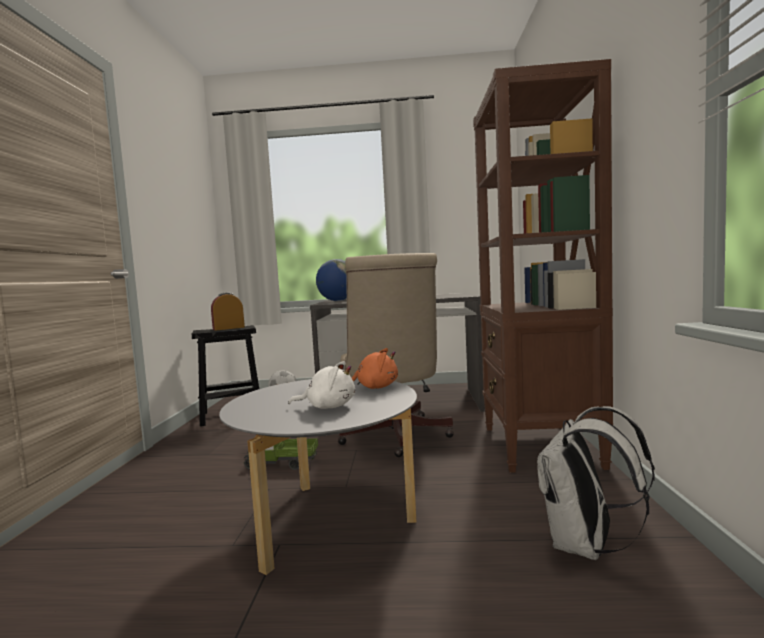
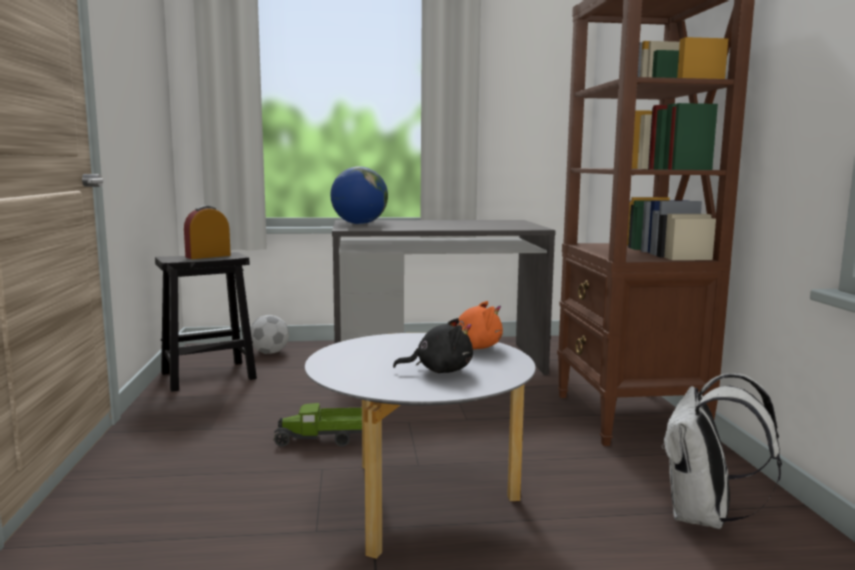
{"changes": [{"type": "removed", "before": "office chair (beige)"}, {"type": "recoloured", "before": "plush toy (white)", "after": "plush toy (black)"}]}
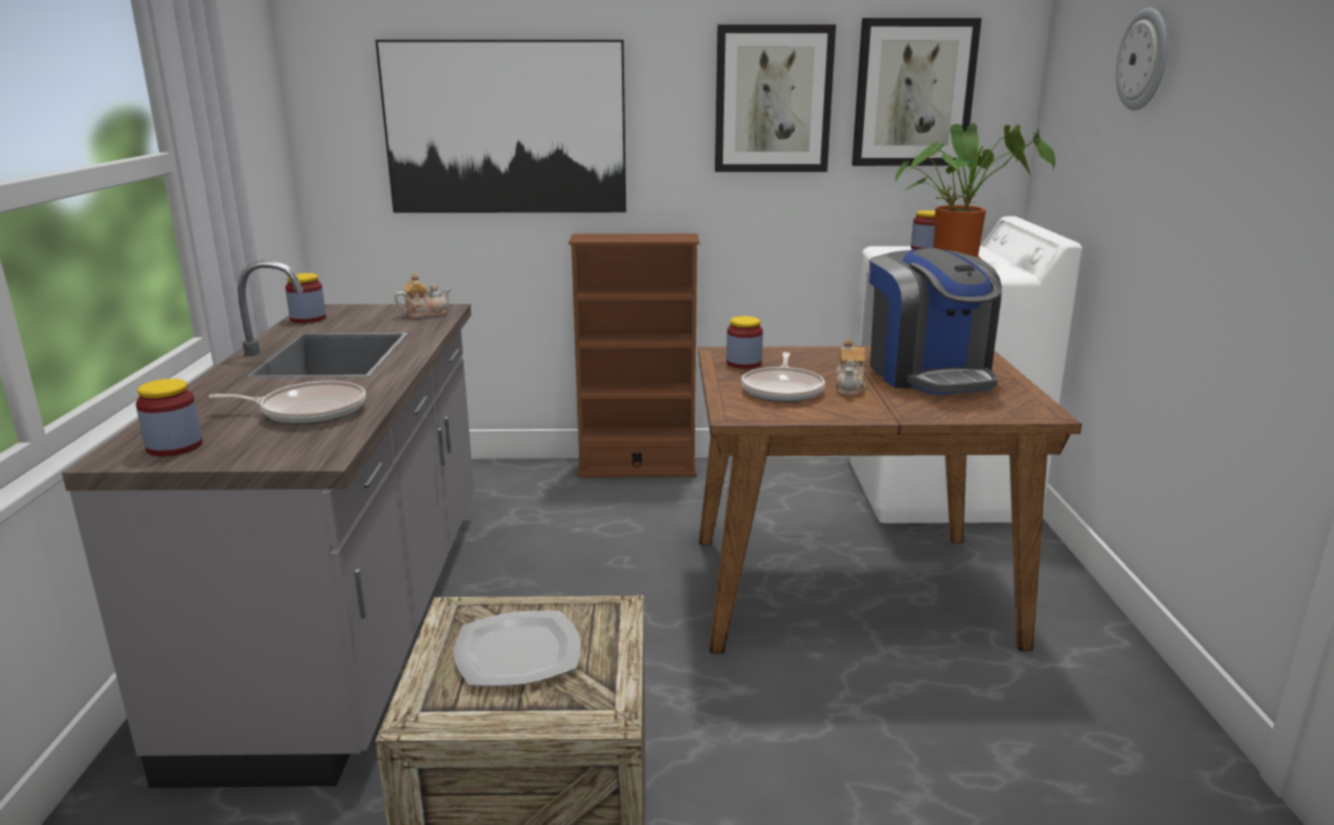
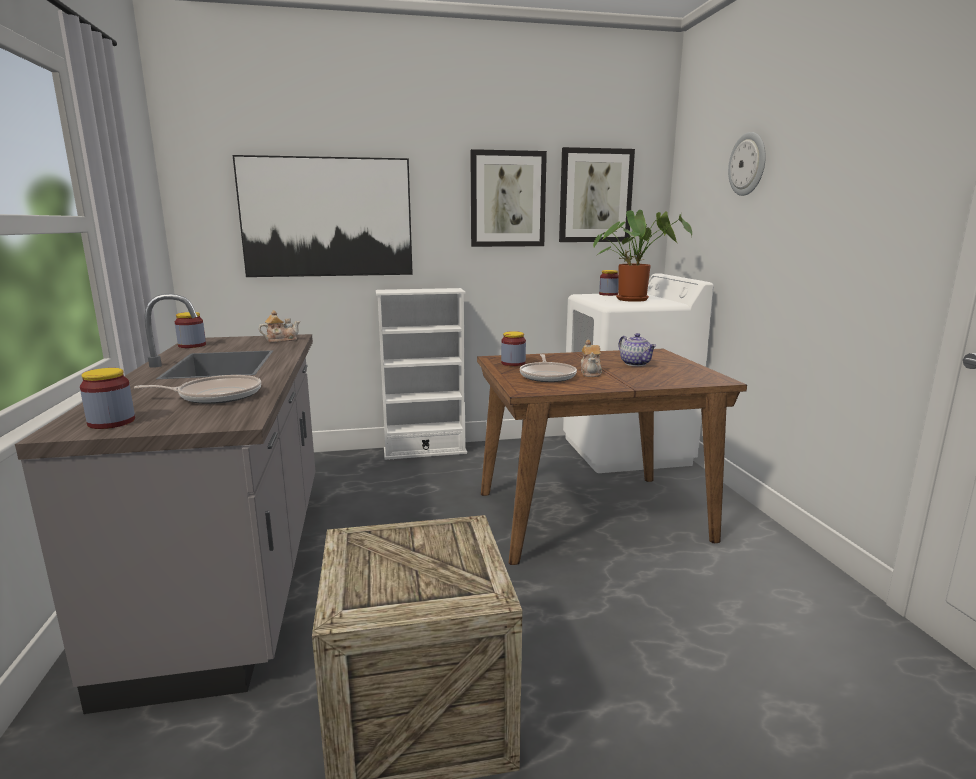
{"changes": [{"type": "removed", "before": "plate"}, {"type": "replaced", "before": "coffee machine", "after": "teapot (3rd from left)"}, {"type": "recoloured", "before": "bookcase (brown)", "after": "bookcase (white)"}]}
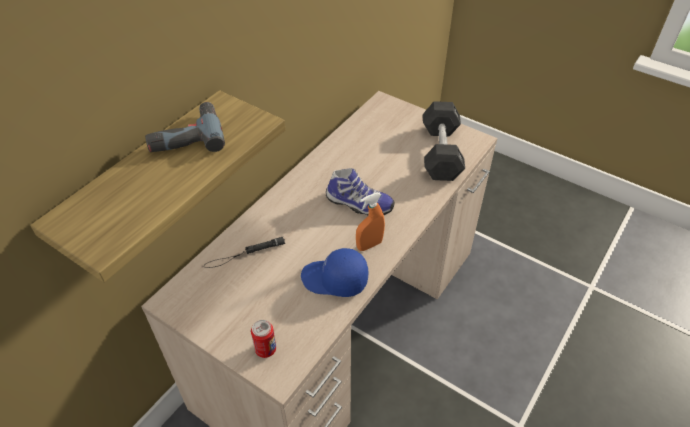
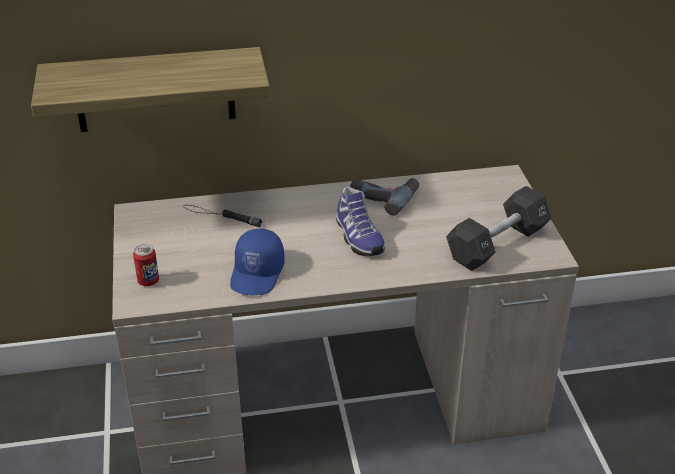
{"changes": [{"type": "removed", "before": "spray bottle (orange)"}, {"type": "moved", "before": "power drill"}, {"type": "turned", "before": "cap (blue)", "turn": -135}]}
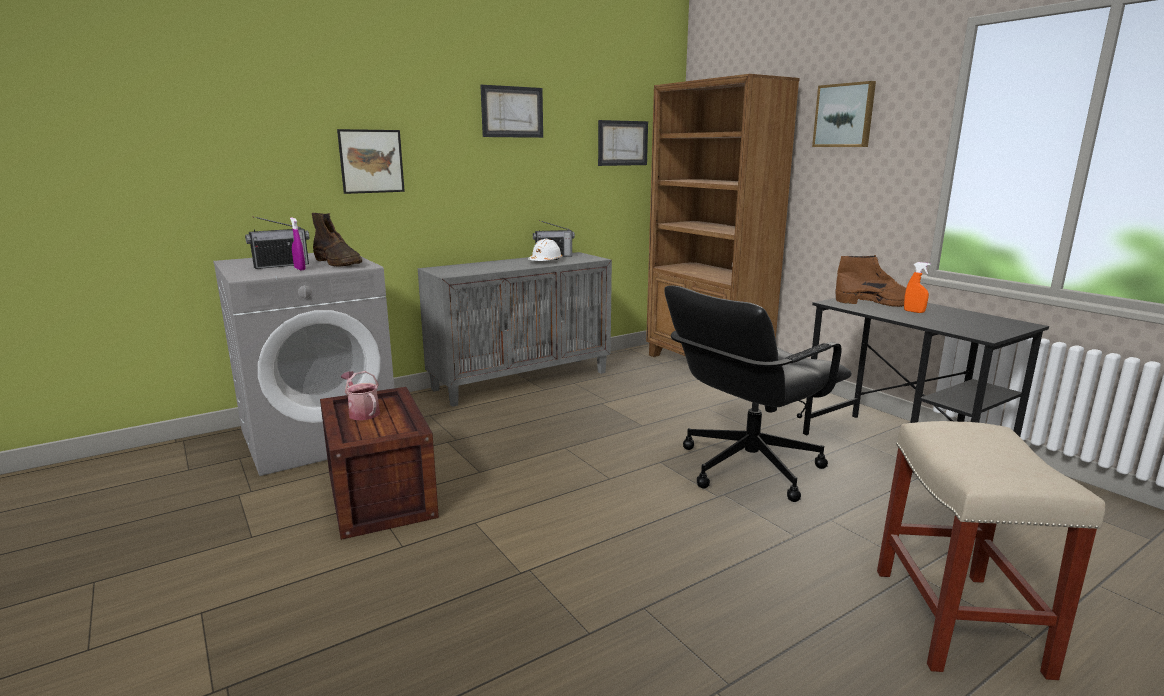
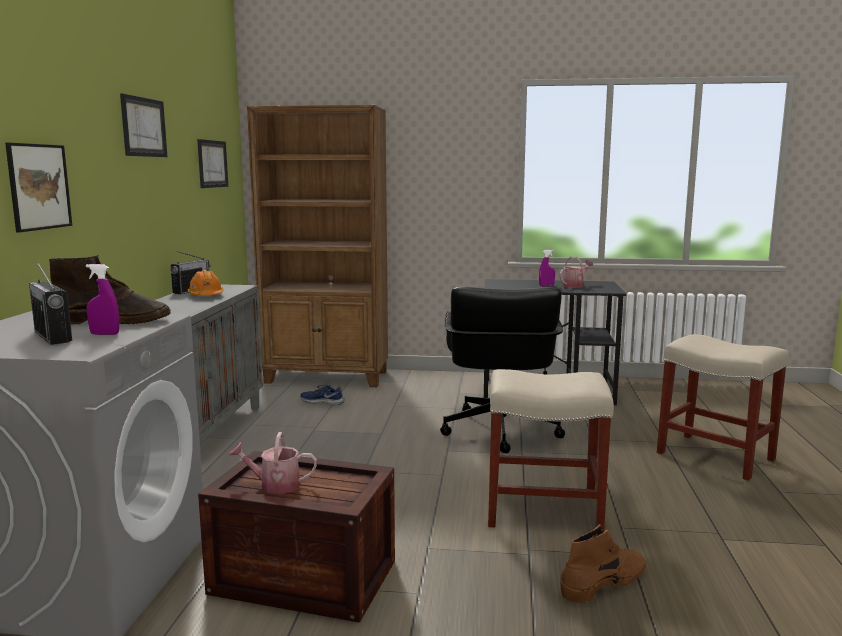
{"changes": [{"type": "removed", "before": "picture (4th from left)"}, {"type": "added", "after": "shoe (blue)"}, {"type": "added", "after": "stool (beige) (1st from left)"}, {"type": "added", "after": "watering can (2nd from left)"}, {"type": "moved", "before": "boot (brown) (2nd from left)"}, {"type": "recoloured", "before": "hard hat (white)", "after": "hard hat (orange)"}, {"type": "recoloured", "before": "spray bottle (orange)", "after": "spray bottle (purple) (2nd from left)"}, {"type": "turned", "before": "radio (1st from left)", "turn": 135}]}
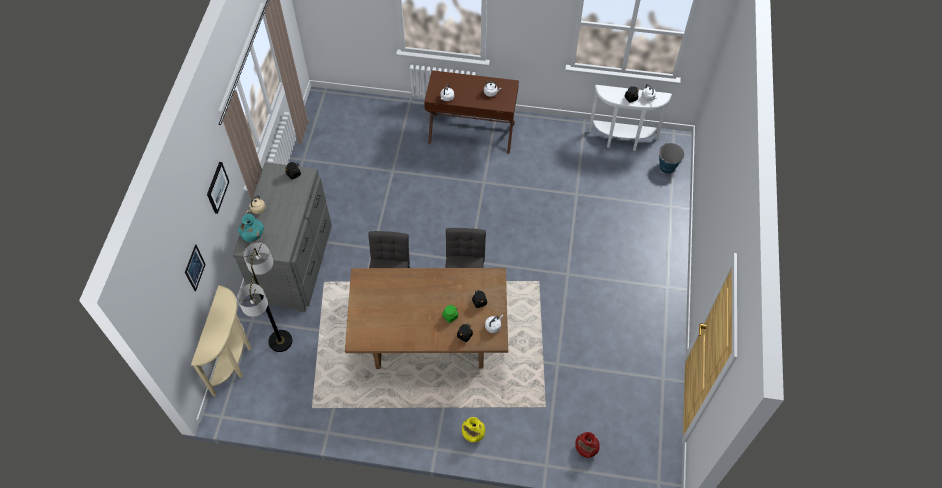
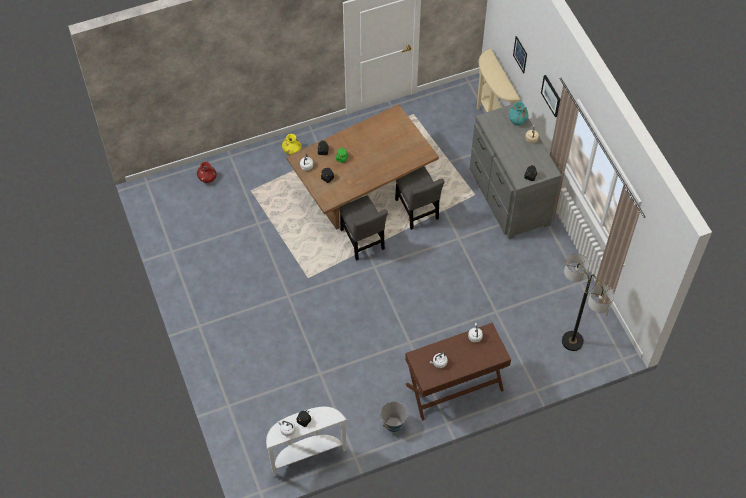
{"changes": [{"type": "moved", "before": "floor lamp"}, {"type": "moved", "before": "bucket"}]}
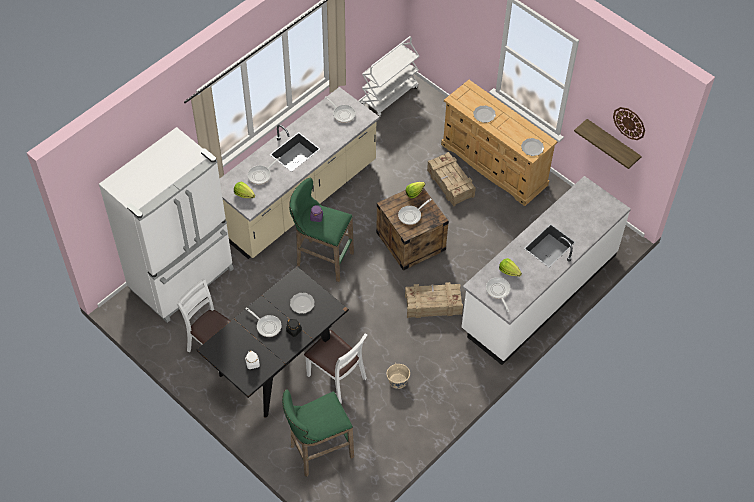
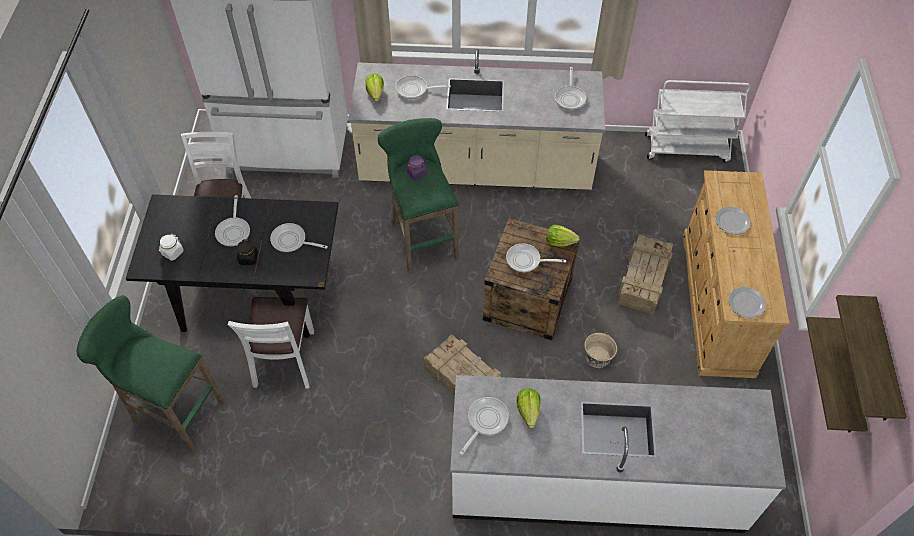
{"changes": [{"type": "moved", "before": "bucket (beige)"}, {"type": "replaced", "before": "plate (1st from left)", "after": "frying pan (2nd from left)"}, {"type": "replaced", "before": "wall clock", "after": "shelf (2nd from left)"}]}
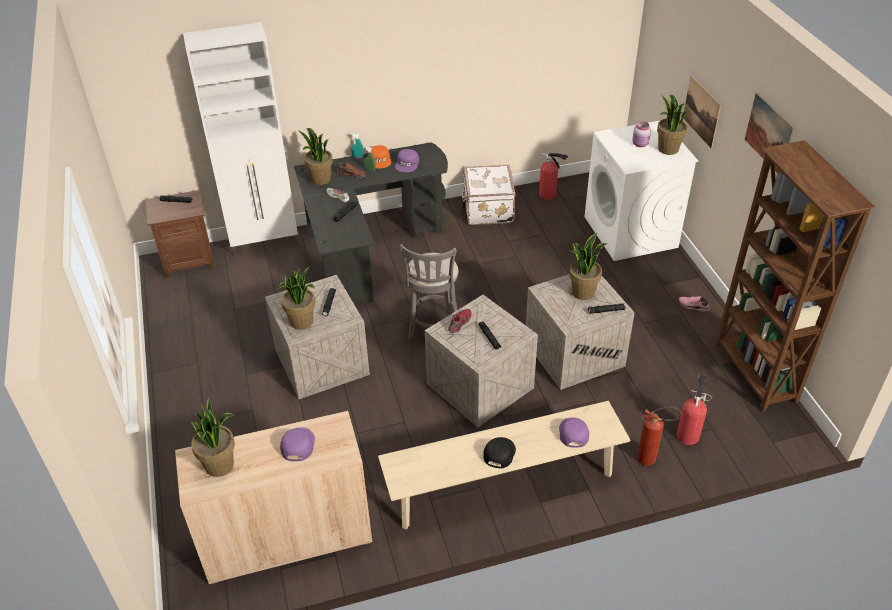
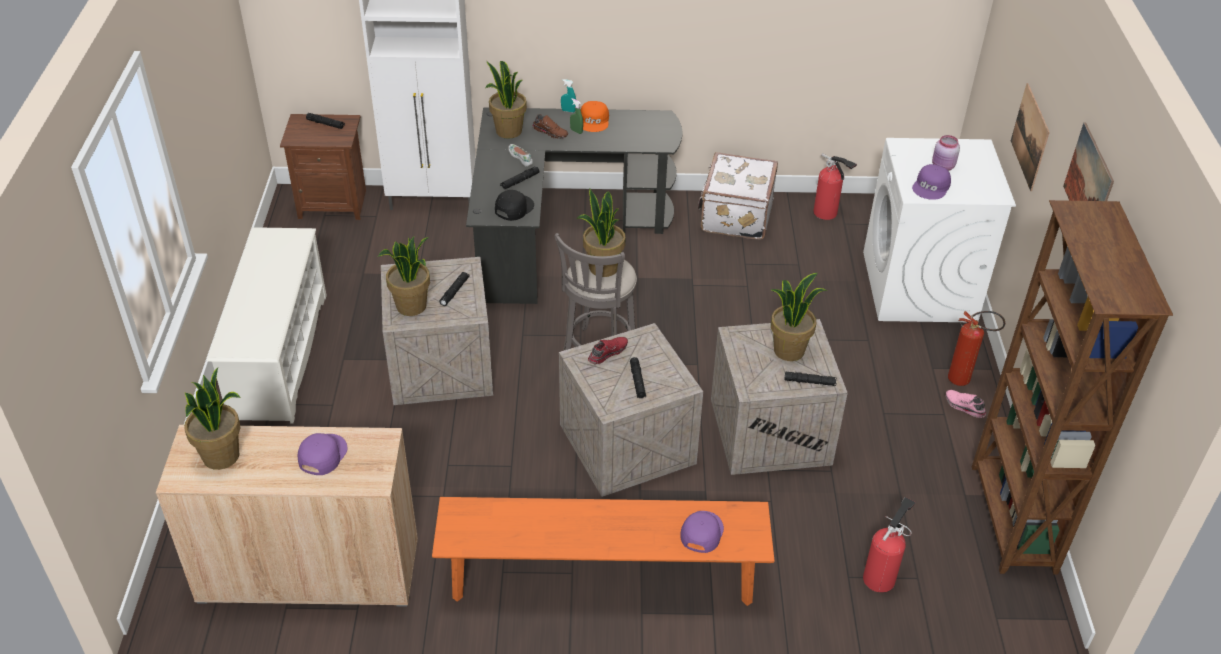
{"changes": [{"type": "added", "after": "shoe rack (white)"}, {"type": "moved", "before": "cap (purple) (2nd from left in the first image)", "after": "cap (purple) (3rd from left)"}, {"type": "moved", "before": "cap (black)"}, {"type": "moved", "before": "fire extinguisher (2nd from left in the first image)", "after": "fire extinguisher (3rd from left)"}, {"type": "moved", "before": "potted plant (5th from left in the first image)", "after": "potted plant (4th from left)"}, {"type": "recoloured", "before": "bench (beige)", "after": "bench (orange)"}]}
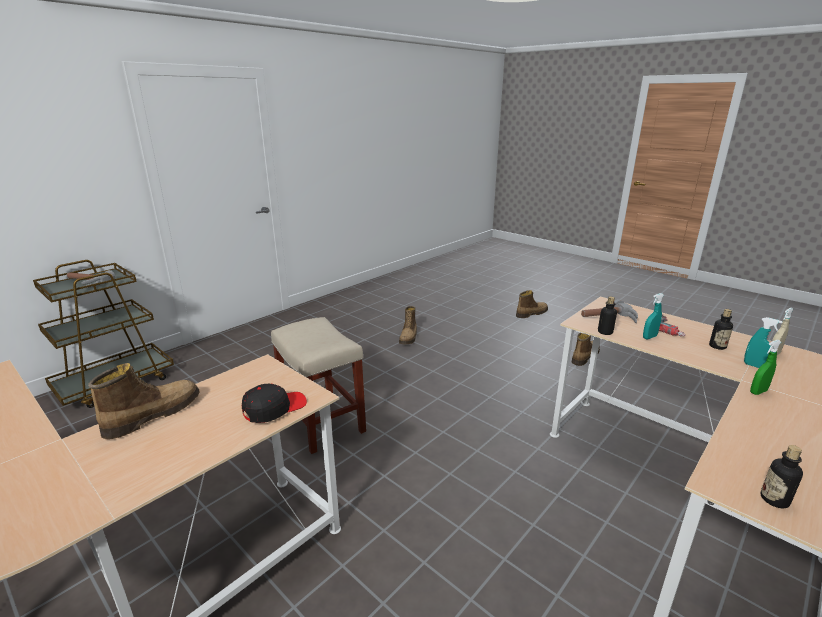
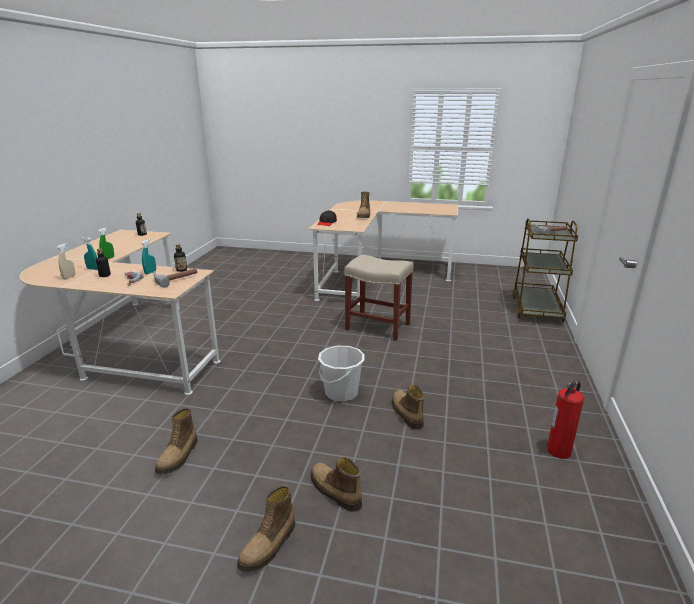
{"changes": [{"type": "added", "after": "boot (3rd from left)"}, {"type": "added", "after": "bucket (white)"}, {"type": "added", "after": "fire extinguisher"}]}
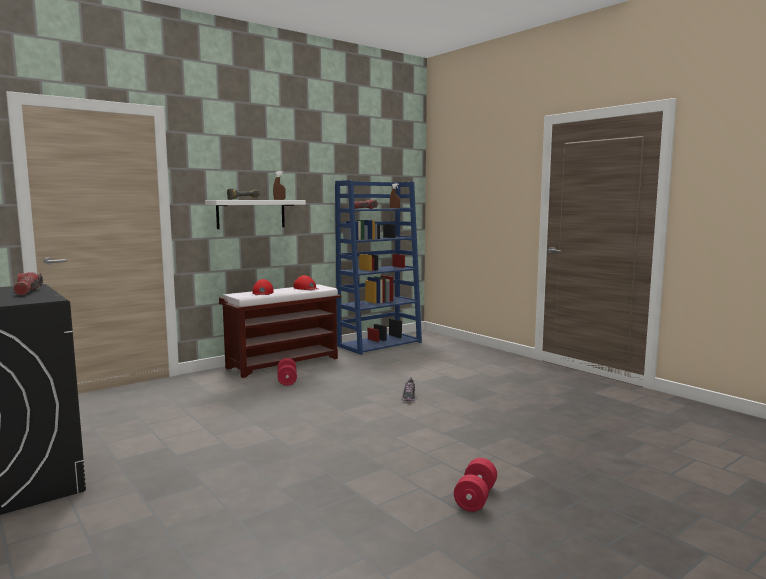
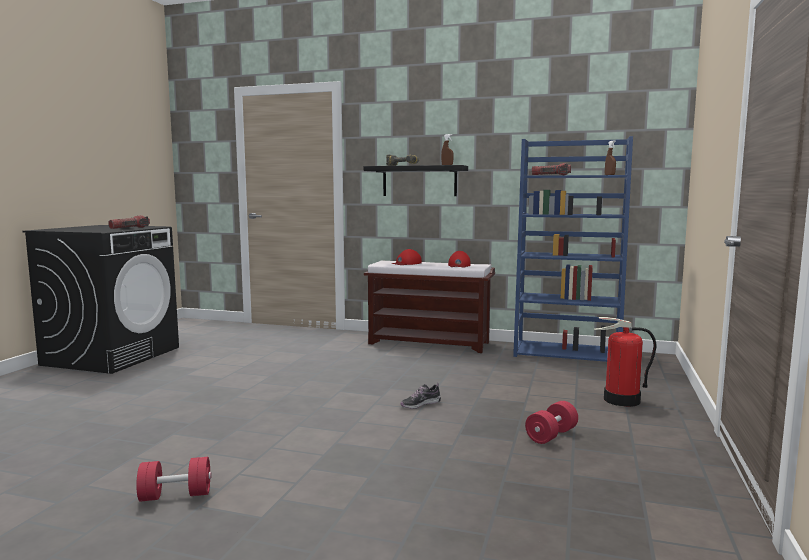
{"changes": [{"type": "added", "after": "fire extinguisher"}, {"type": "moved", "before": "dumbbell (red) (1st from left in the first image)", "after": "dumbbell (red) (2nd from left)"}, {"type": "recoloured", "before": "shelf (white)", "after": "shelf (black)"}]}
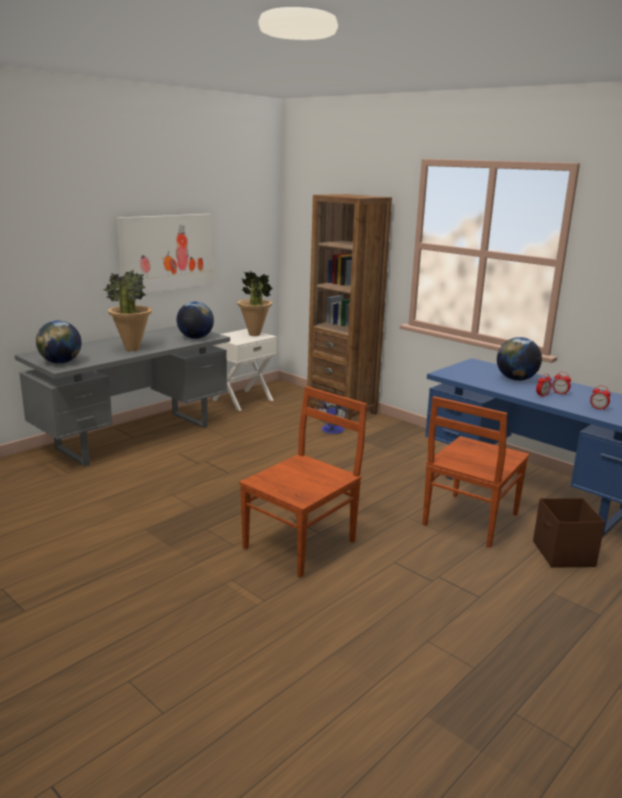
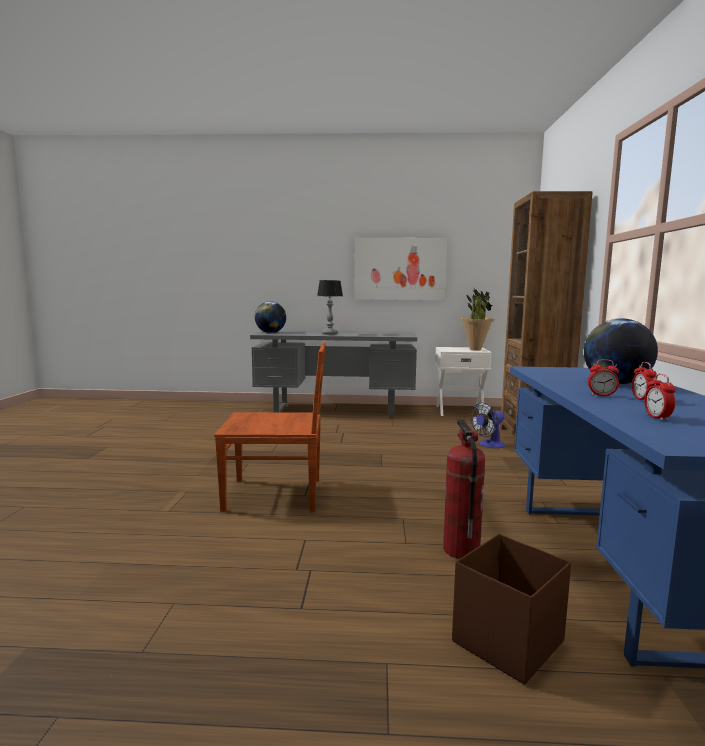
{"changes": [{"type": "removed", "before": "globe (2nd from left)"}, {"type": "replaced", "before": "potted plant (1st from left)", "after": "table lamp"}, {"type": "replaced", "before": "chair (brown) (2nd from left)", "after": "fire extinguisher"}]}
